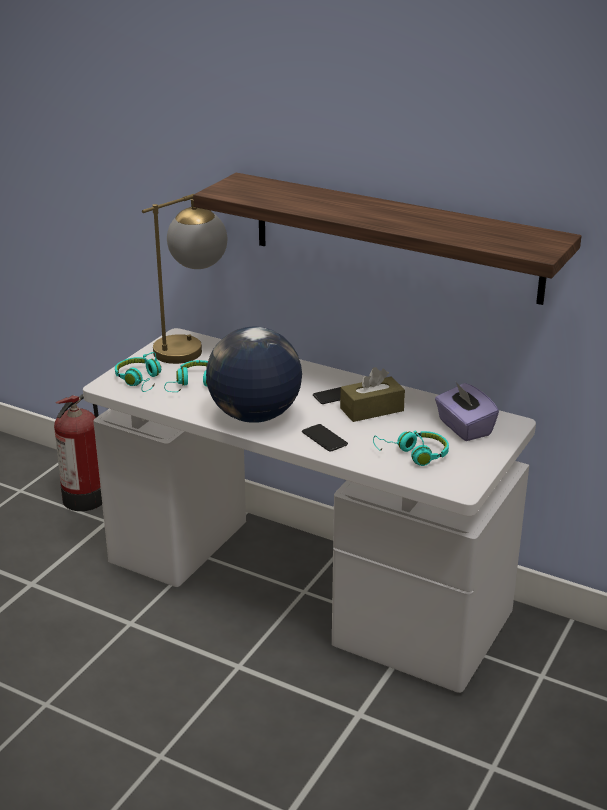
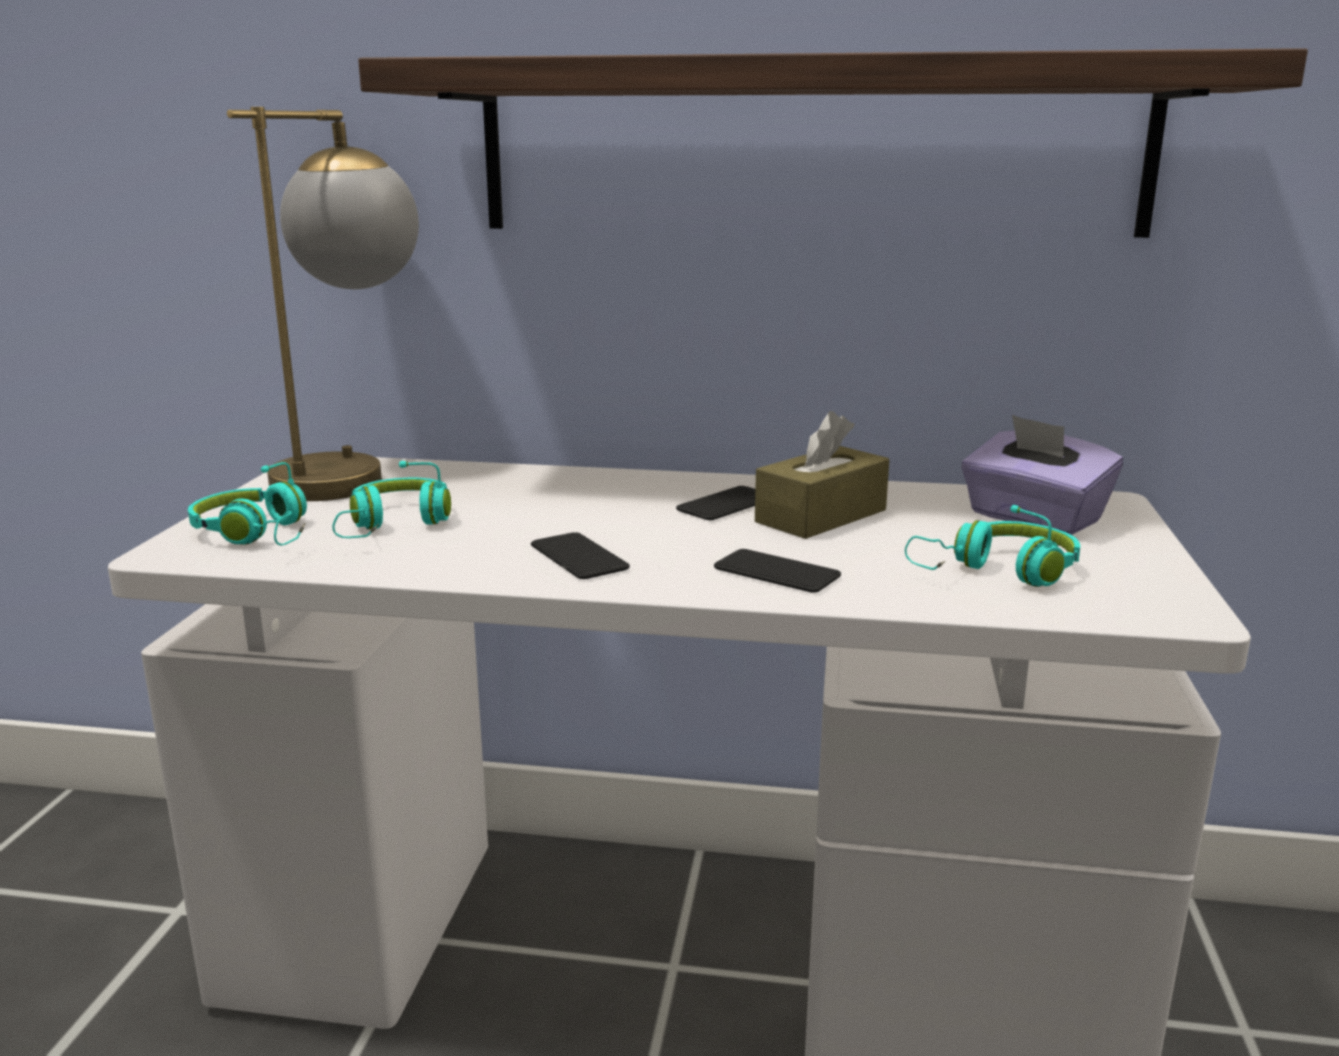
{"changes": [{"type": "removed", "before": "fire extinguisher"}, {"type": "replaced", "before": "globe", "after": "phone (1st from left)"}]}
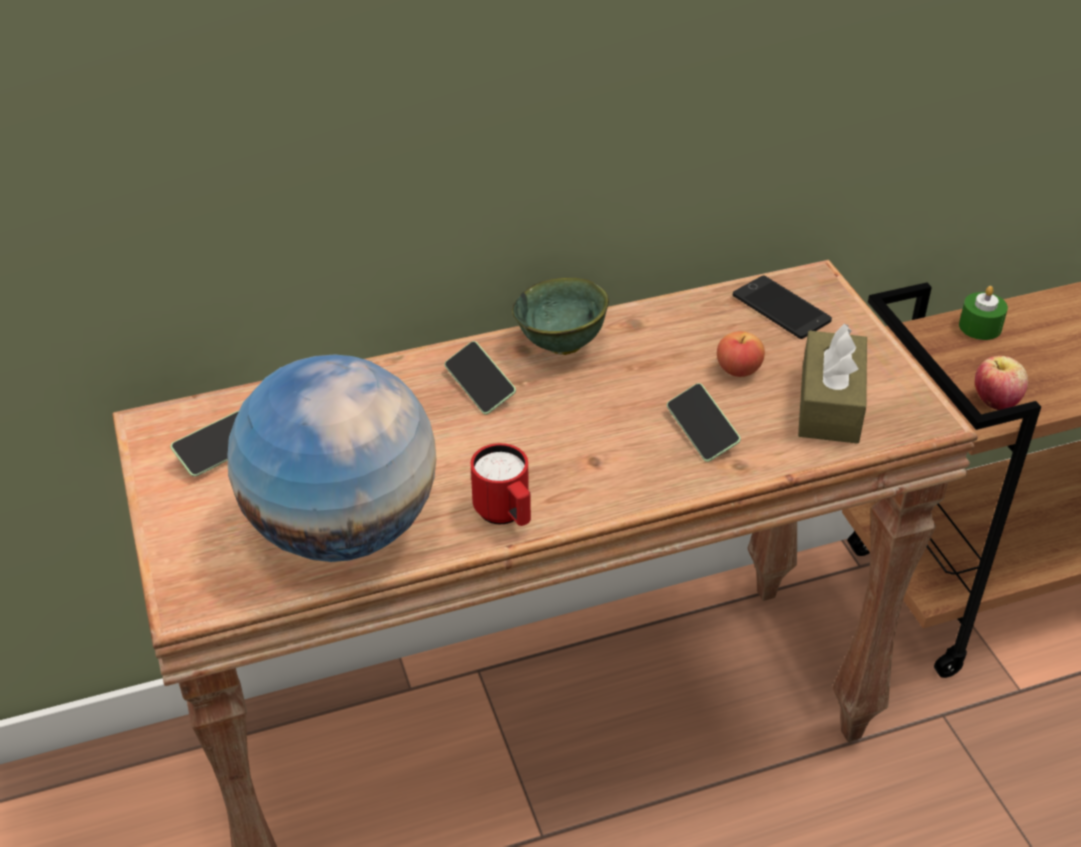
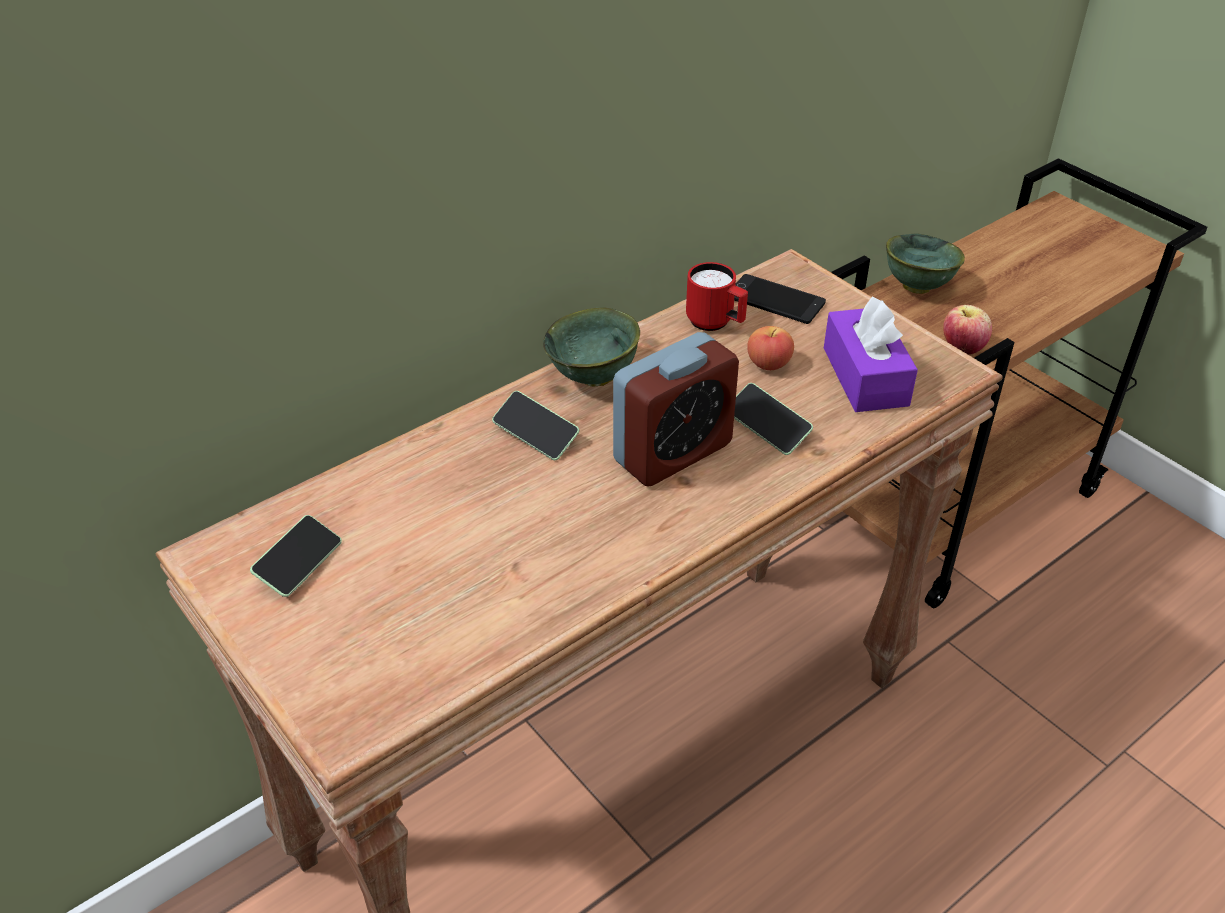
{"changes": [{"type": "removed", "before": "globe"}, {"type": "added", "after": "alarm clock"}, {"type": "moved", "before": "mug (red)"}, {"type": "replaced", "before": "candle (green)", "after": "bowl (green) (2nd from left)"}, {"type": "recoloured", "before": "tissue box (brown)", "after": "tissue box (purple)"}]}
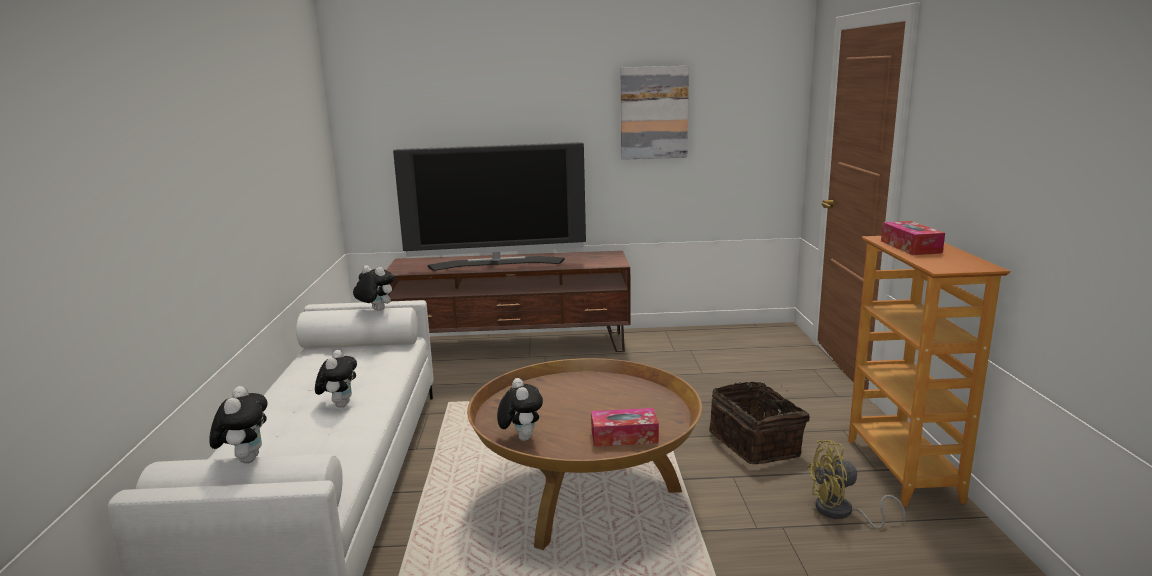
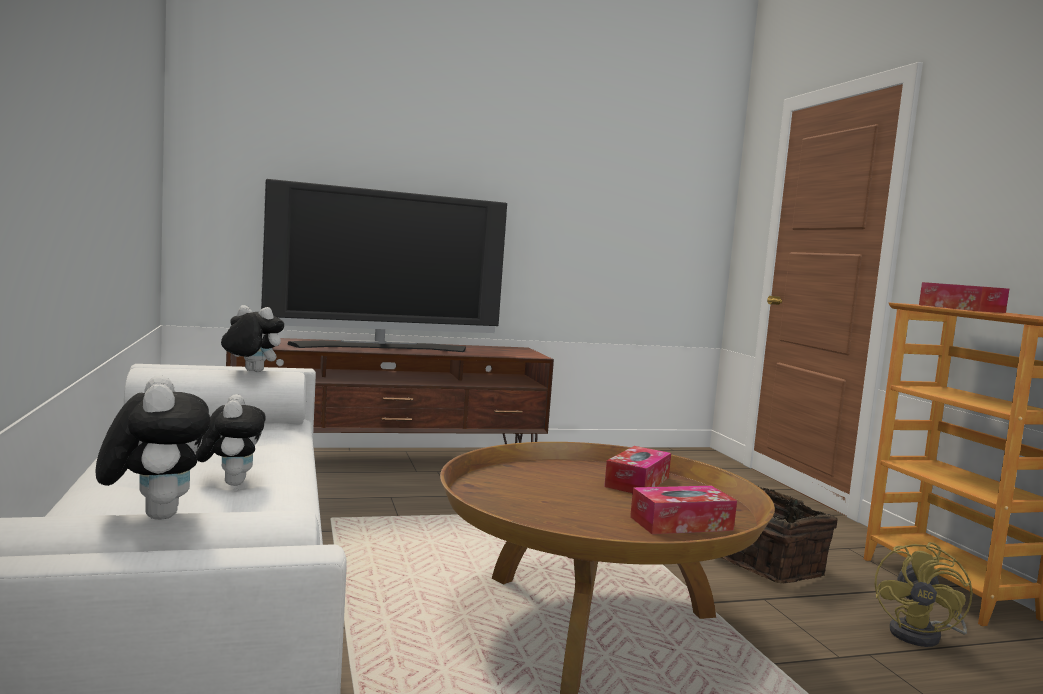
{"changes": [{"type": "removed", "before": "plush toy (4th from left)"}, {"type": "removed", "before": "picture"}, {"type": "added", "after": "tissue box (1st from left)"}, {"type": "turned", "before": "fan (yellow)", "turn": -45}]}
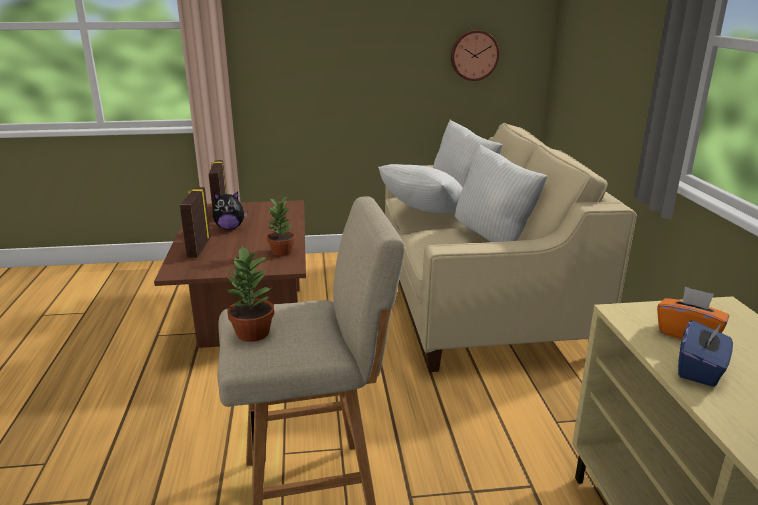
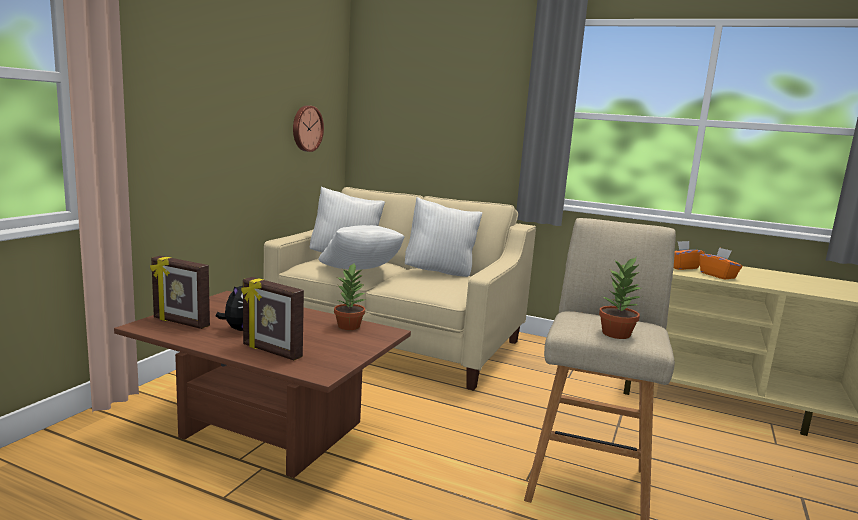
{"changes": [{"type": "recoloured", "before": "tissue box (blue)", "after": "tissue box (orange) (2nd from left)"}]}
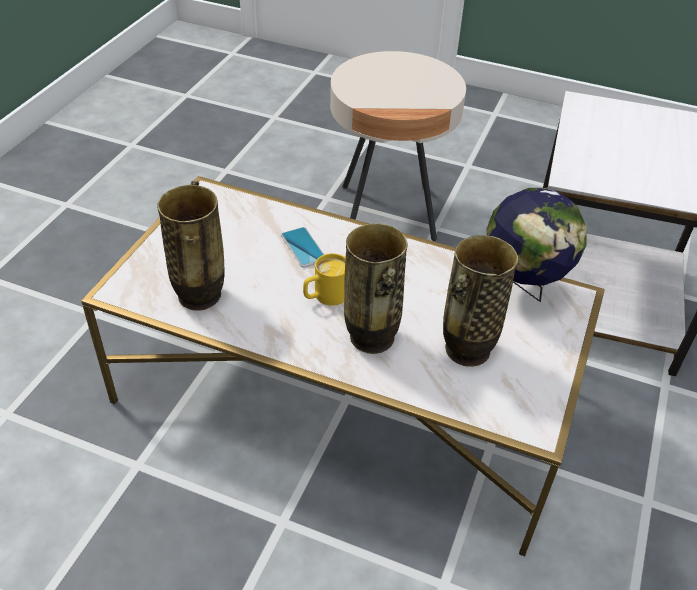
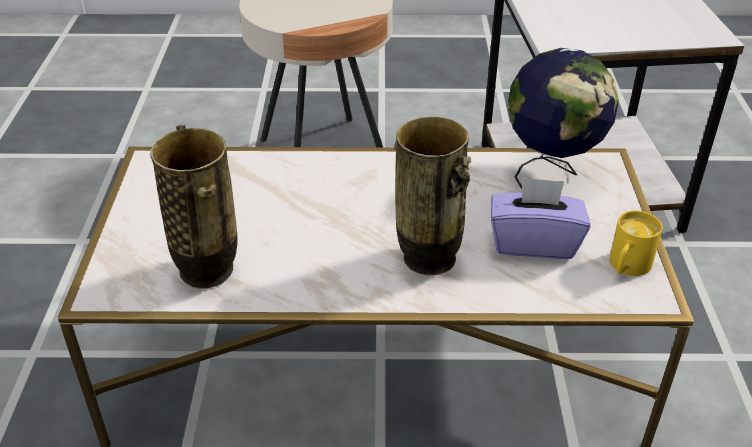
{"changes": [{"type": "removed", "before": "phone"}, {"type": "moved", "before": "mug (yellow)"}, {"type": "replaced", "before": "vase (3rd from left)", "after": "tissue box (purple)"}]}
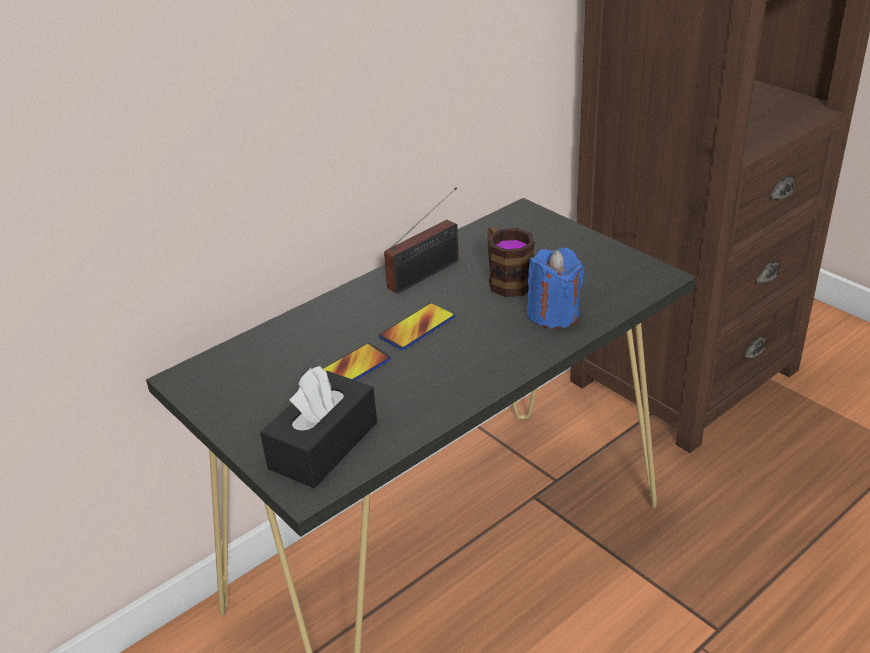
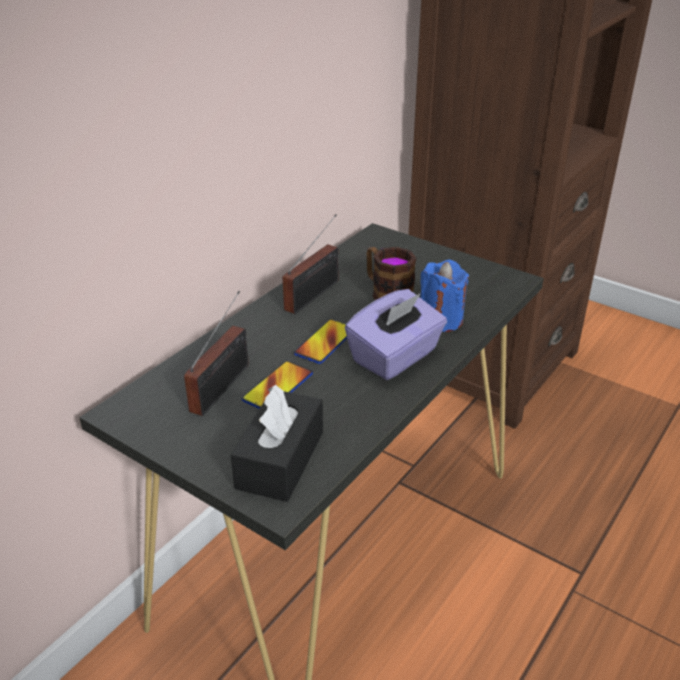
{"changes": [{"type": "added", "after": "radio (1st from left)"}, {"type": "added", "after": "tissue box (purple)"}]}
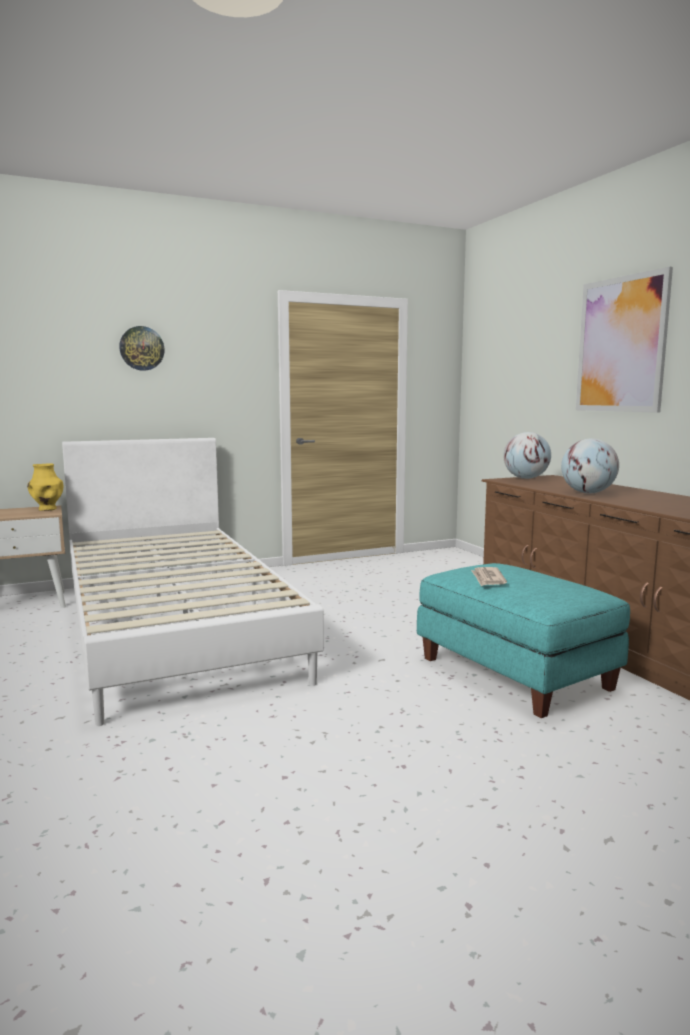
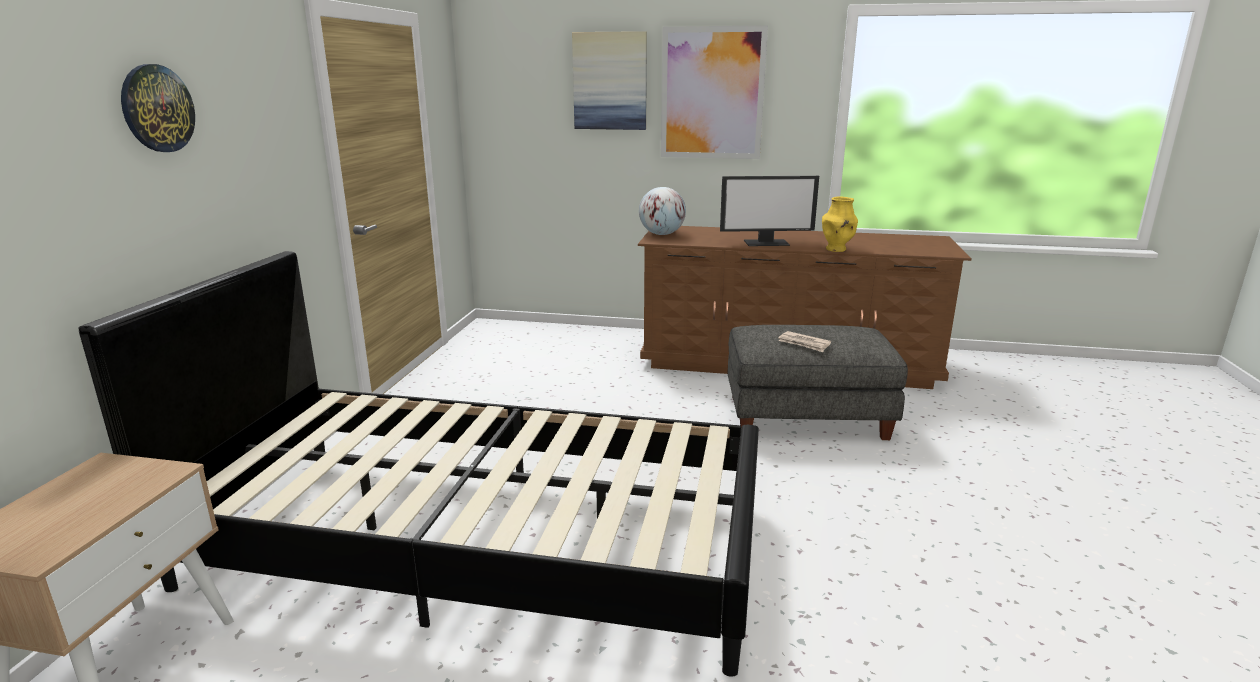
{"changes": [{"type": "added", "after": "picture (1st from left)"}, {"type": "moved", "before": "vase (yellow)"}, {"type": "replaced", "before": "globe (2nd from left)", "after": "monitor"}, {"type": "recoloured", "before": "bed (white)", "after": "bed (black)"}, {"type": "recoloured", "before": "ottoman (turquoise)", "after": "ottoman (grey)"}]}
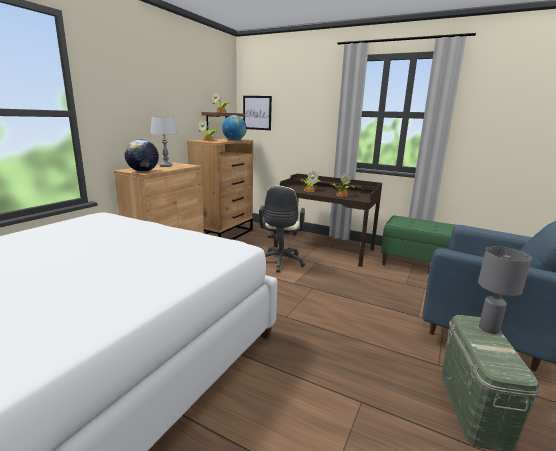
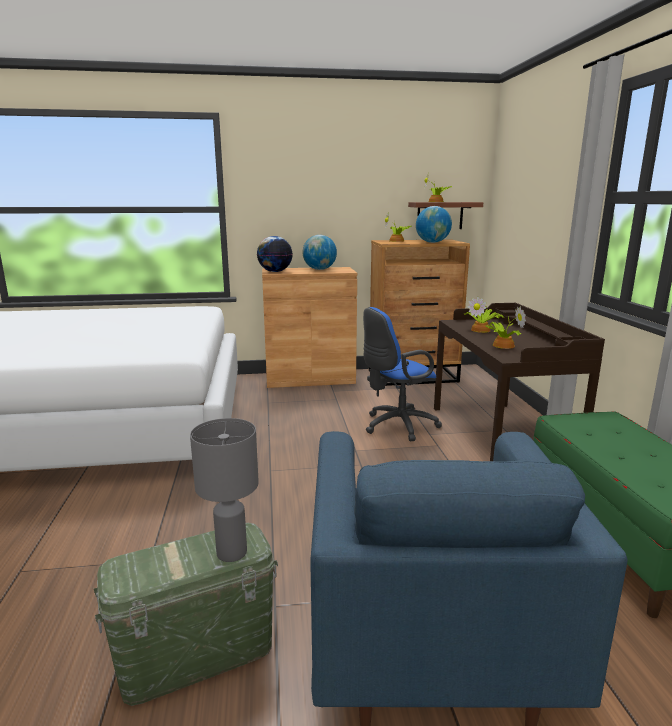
{"changes": [{"type": "removed", "before": "picture"}, {"type": "replaced", "before": "table lamp (grey) (1st from left)", "after": "globe (2nd from left)"}, {"type": "recoloured", "before": "office chair (beige)", "after": "office chair (blue)"}]}
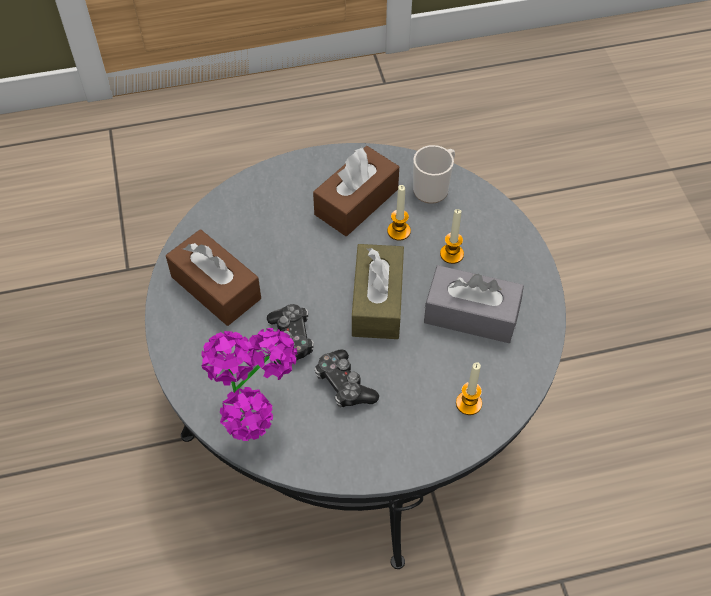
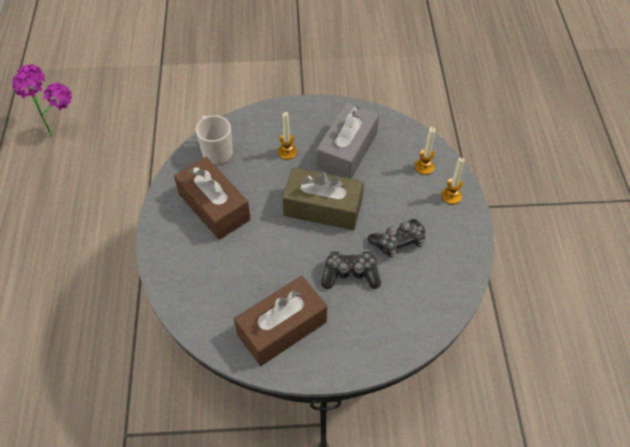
{"changes": [{"type": "moved", "before": "potted plant"}, {"type": "moved", "before": "candle (1st from left in the first image)", "after": "candle (3rd from left)"}]}
